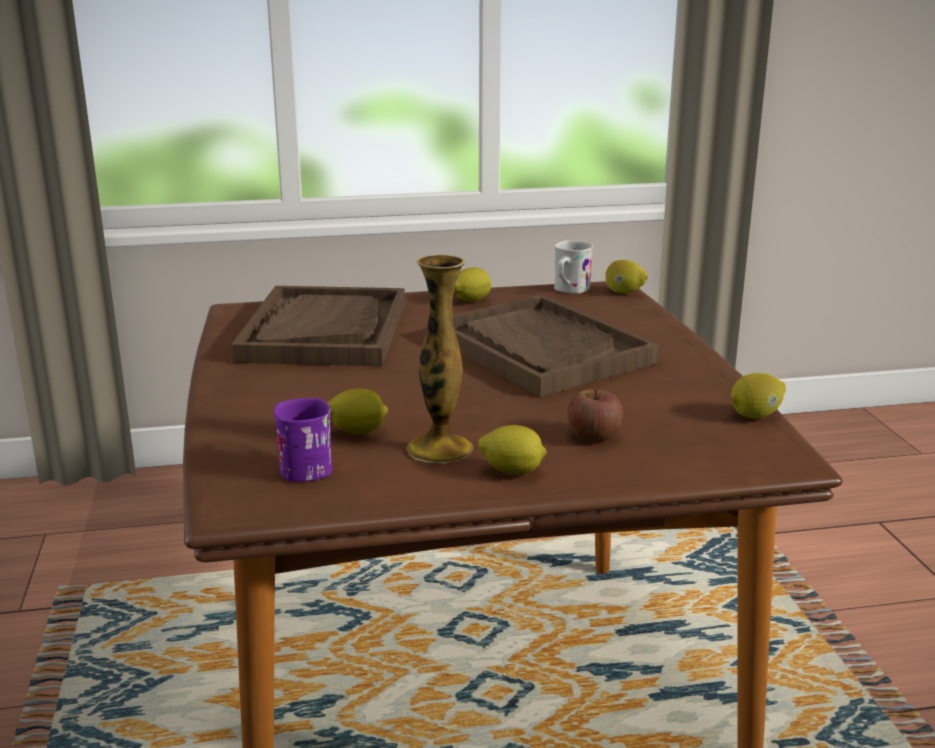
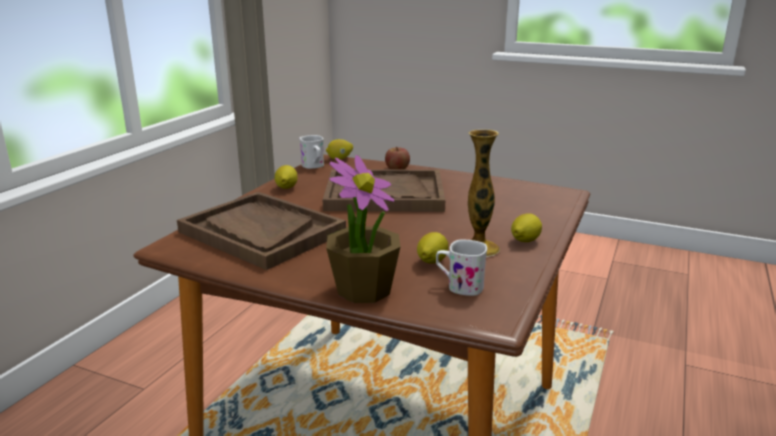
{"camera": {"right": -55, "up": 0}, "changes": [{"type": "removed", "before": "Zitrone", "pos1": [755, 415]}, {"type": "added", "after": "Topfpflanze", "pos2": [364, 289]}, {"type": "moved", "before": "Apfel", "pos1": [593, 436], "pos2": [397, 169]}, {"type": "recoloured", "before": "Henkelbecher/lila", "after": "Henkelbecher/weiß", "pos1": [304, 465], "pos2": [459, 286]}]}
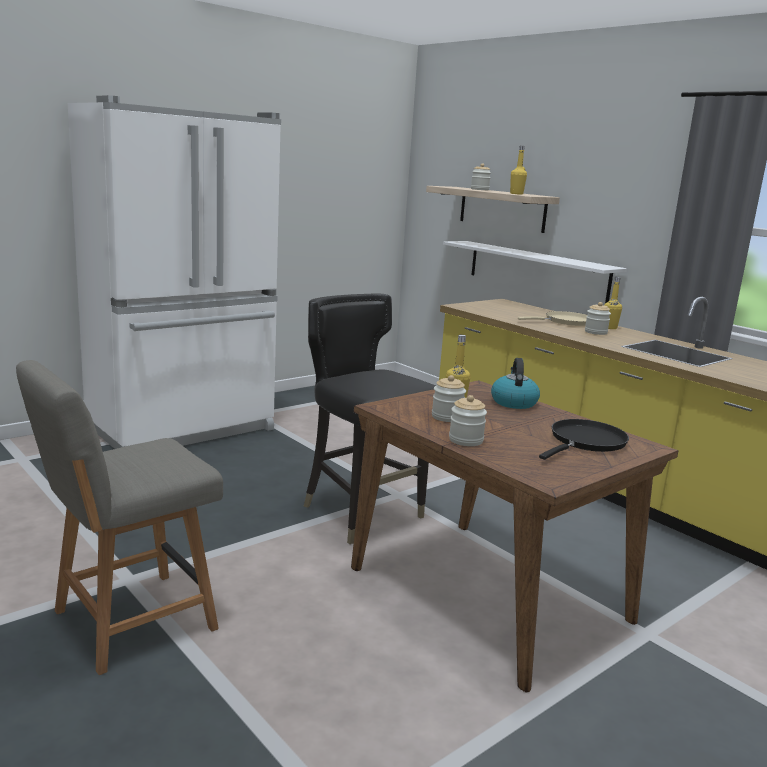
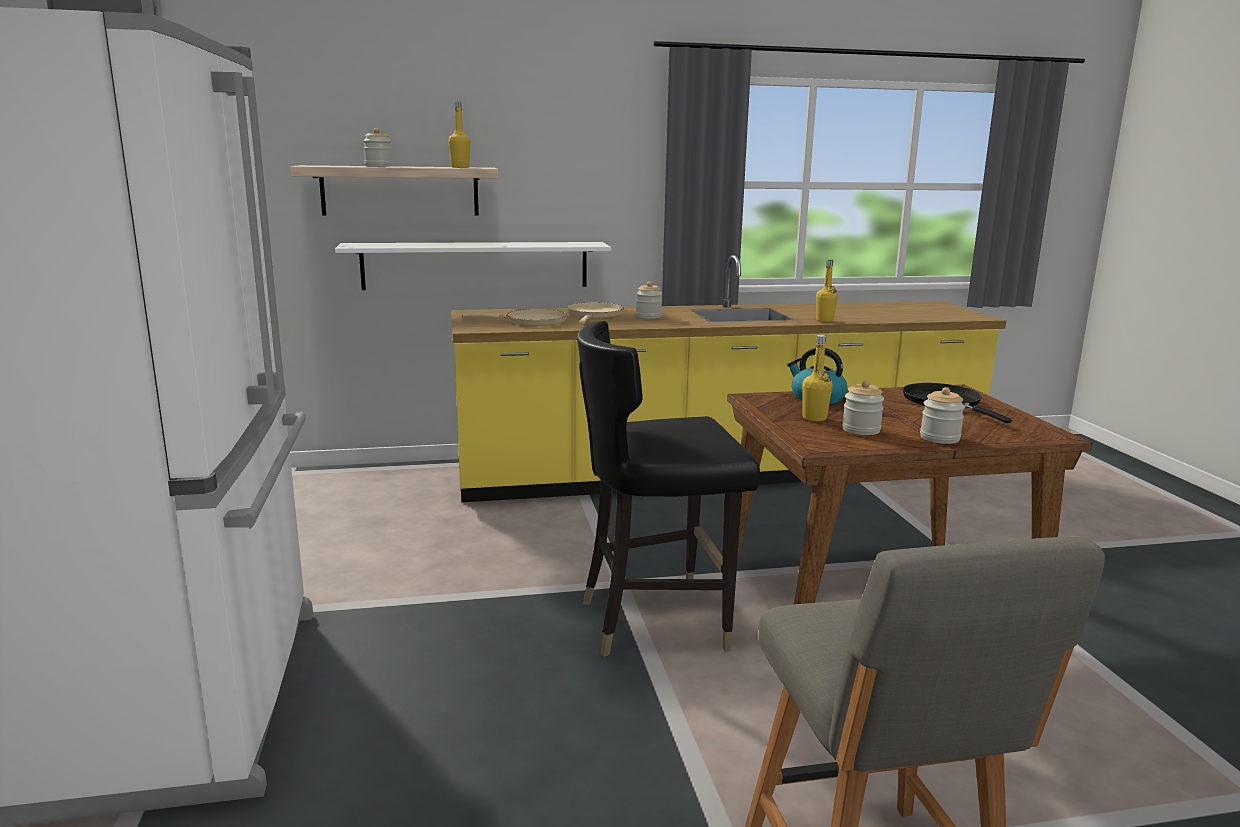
{"camera": {"right": -60, "up": 0}, "changes": [{"type": "added", "after": "Pfanne/beige", "pos2": [531, 321]}, {"type": "moved", "before": "Flasche/gelb", "pos1": [609, 327], "pos2": [824, 320]}]}
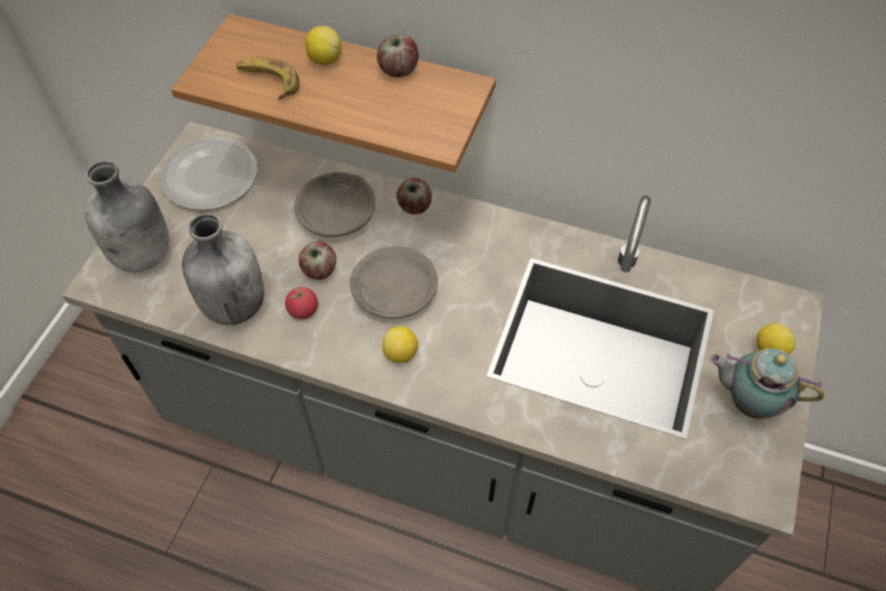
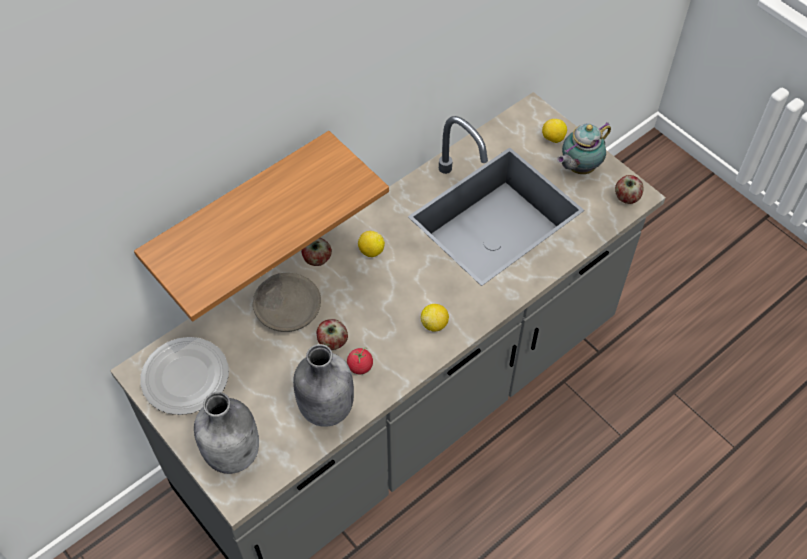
{"camera": {"right": -60, "up": 0}, "changes": [{"type": "removed", "before": "Banane", "pos1": [268, 81]}, {"type": "removed", "before": "Schüssel/grau", "pos1": [393, 292]}, {"type": "moved", "before": "Zitrone", "pos1": [325, 59], "pos2": [371, 251]}, {"type": "moved", "before": "Apfel", "pos1": [398, 70], "pos2": [626, 197]}]}
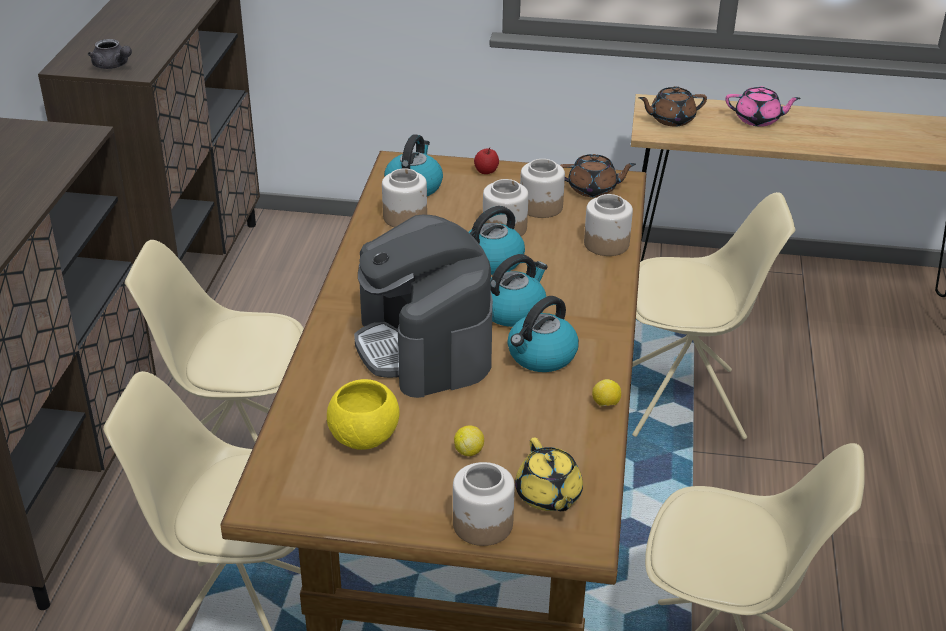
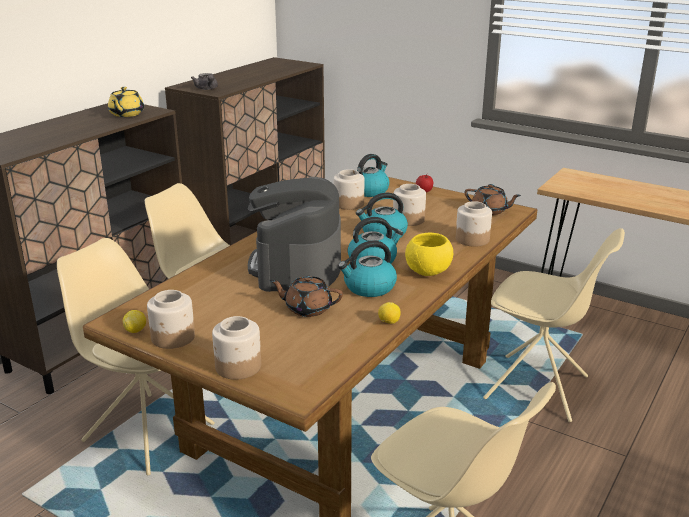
{"camera": {"right": 25, "up": -10}, "changes": [{"type": "removed", "before": "Teekanne/rosa", "pos1": [758, 120]}, {"type": "moved", "before": "Schüssel/gelb", "pos1": [365, 437], "pos2": [429, 272]}, {"type": "moved", "before": "Zitrone", "pos1": [469, 451], "pos2": [136, 330]}, {"type": "moved", "before": "Teekanne/gelb", "pos1": [548, 496], "pos2": [126, 114]}, {"type": "moved", "before": "Vorratsglas", "pos1": [541, 207], "pos2": [173, 337]}, {"type": "moved", "before": "Teekanne/braun", "pos1": [671, 119], "pos2": [307, 309]}]}
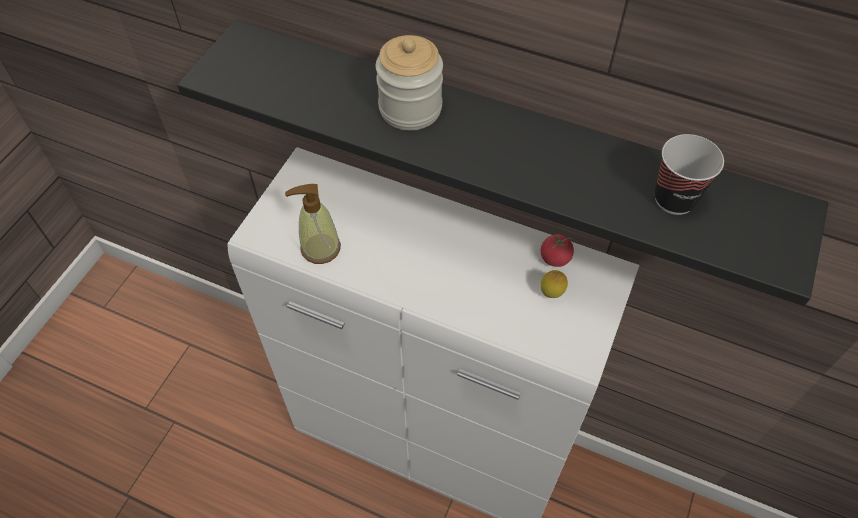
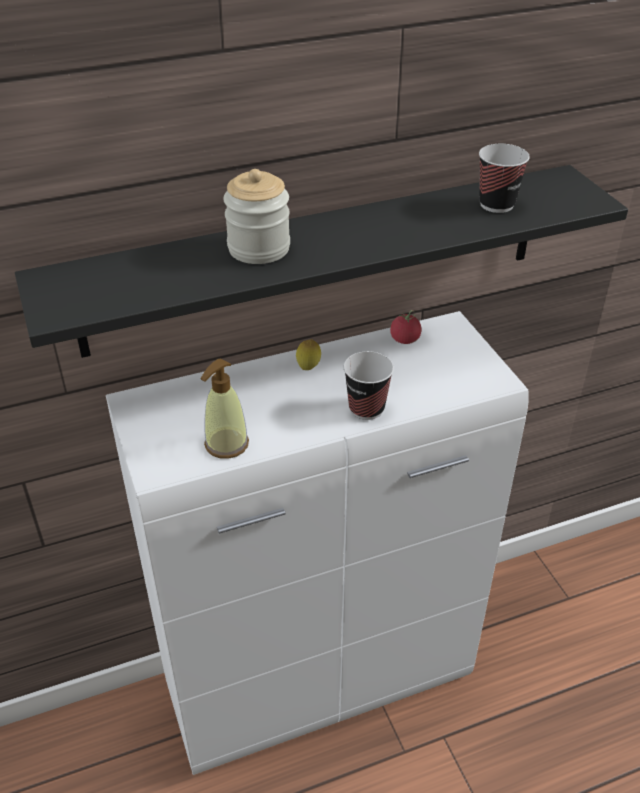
{"camera": {"right": -45, "up": -15}, "changes": [{"type": "added", "after": "Tasse", "pos2": [366, 408]}, {"type": "moved", "before": "Zitrone", "pos1": [551, 294], "pos2": [308, 368]}]}
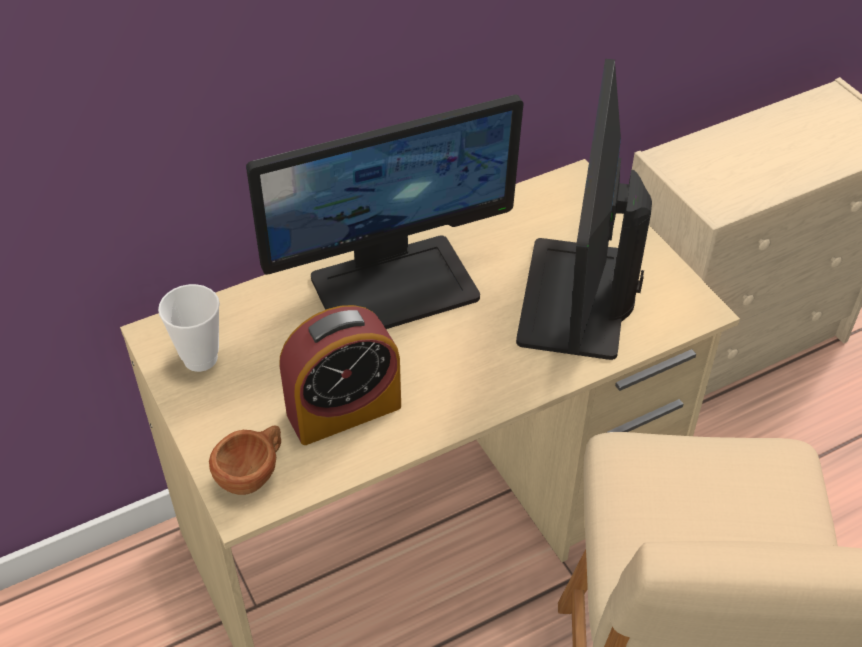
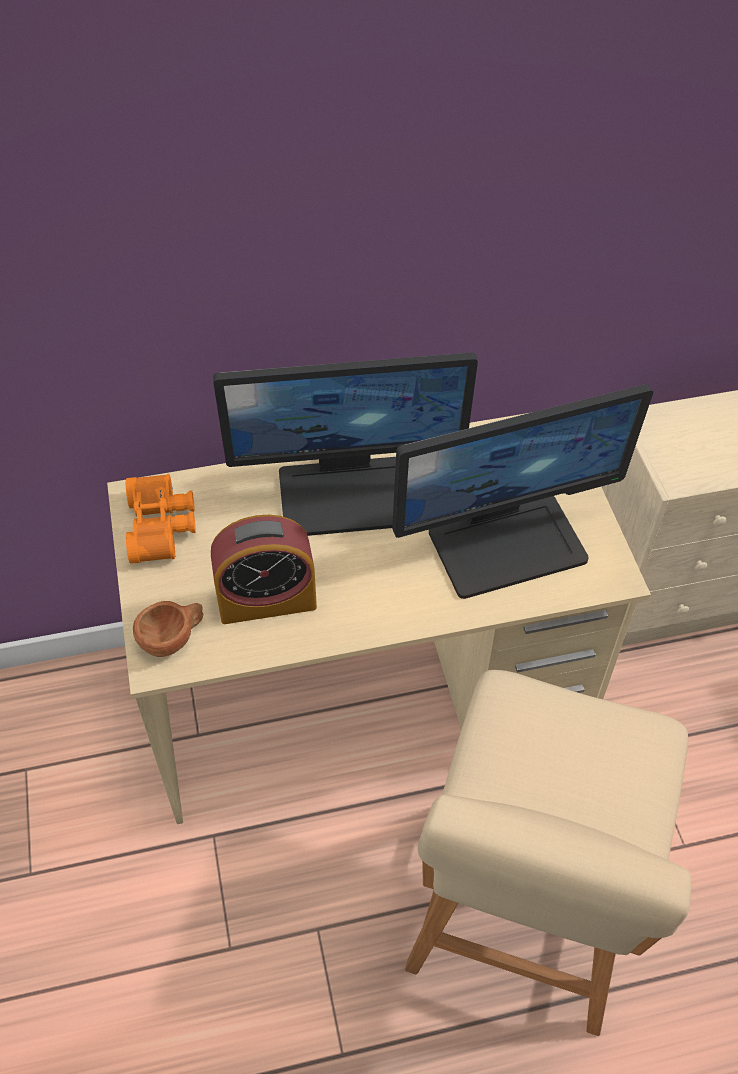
{"camera": {"right": 15, "up": 5}, "changes": [{"type": "replaced", "before": "Tasse", "after": "Fernglas/orange", "pos1": [200, 358], "pos2": [163, 526]}, {"type": "turned", "before": "Monitor", "pos1": [577, 299], "pos2": [507, 543], "turn": -135}]}
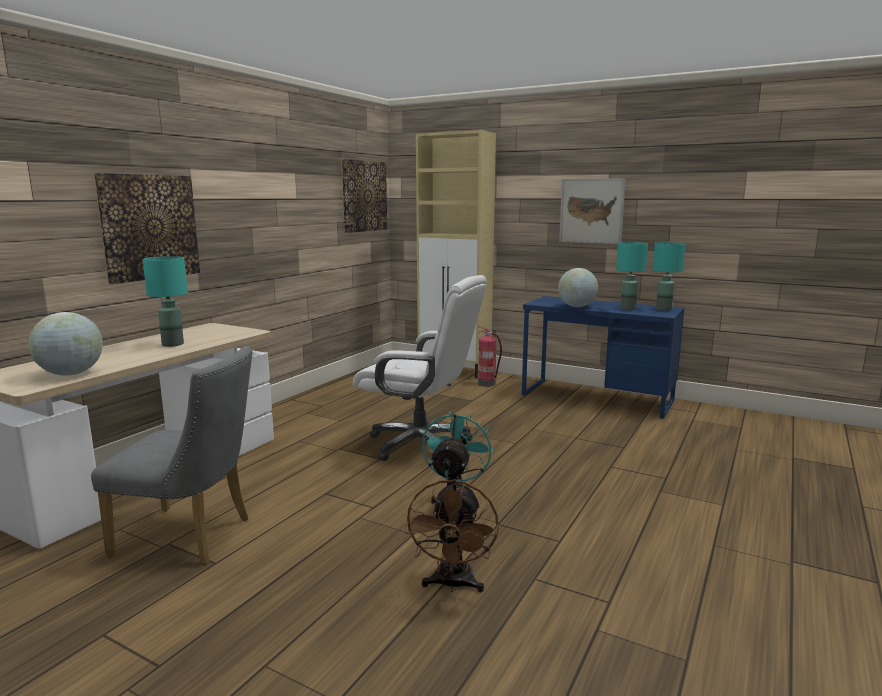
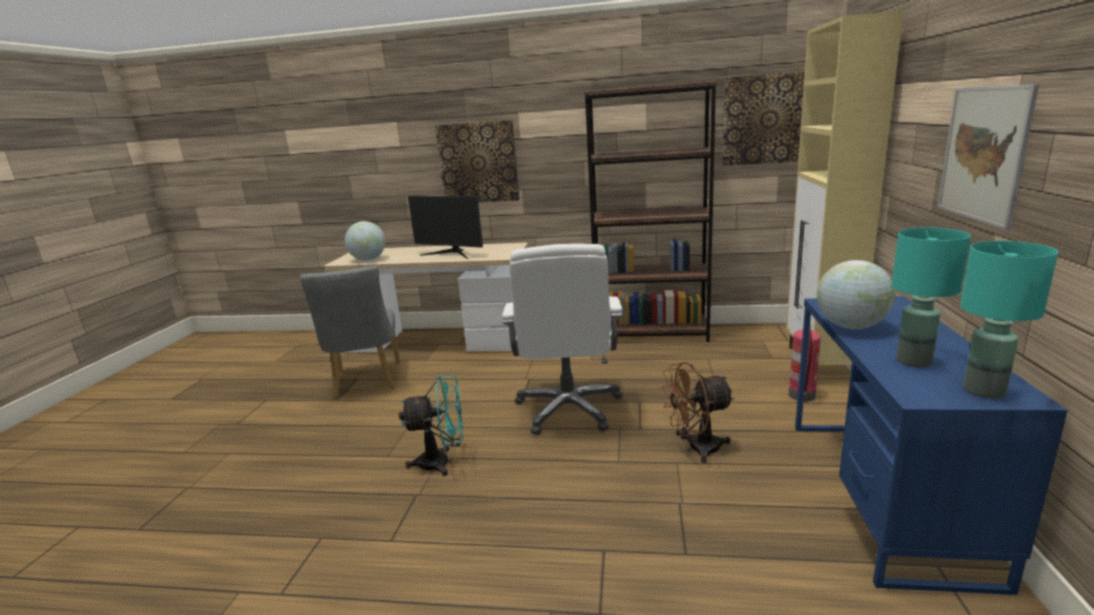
{"camera": {"right": 70, "up": 5}, "changes": [{"type": "added", "after": "Bücherregal/braun", "pos2": [651, 333]}, {"type": "moved", "before": "Ventilator/braun", "pos1": [453, 585], "pos2": [696, 449]}, {"type": "replaced", "before": "Tischlampe/türkis", "after": "Monitor", "pos1": [173, 344], "pos2": [451, 254]}]}
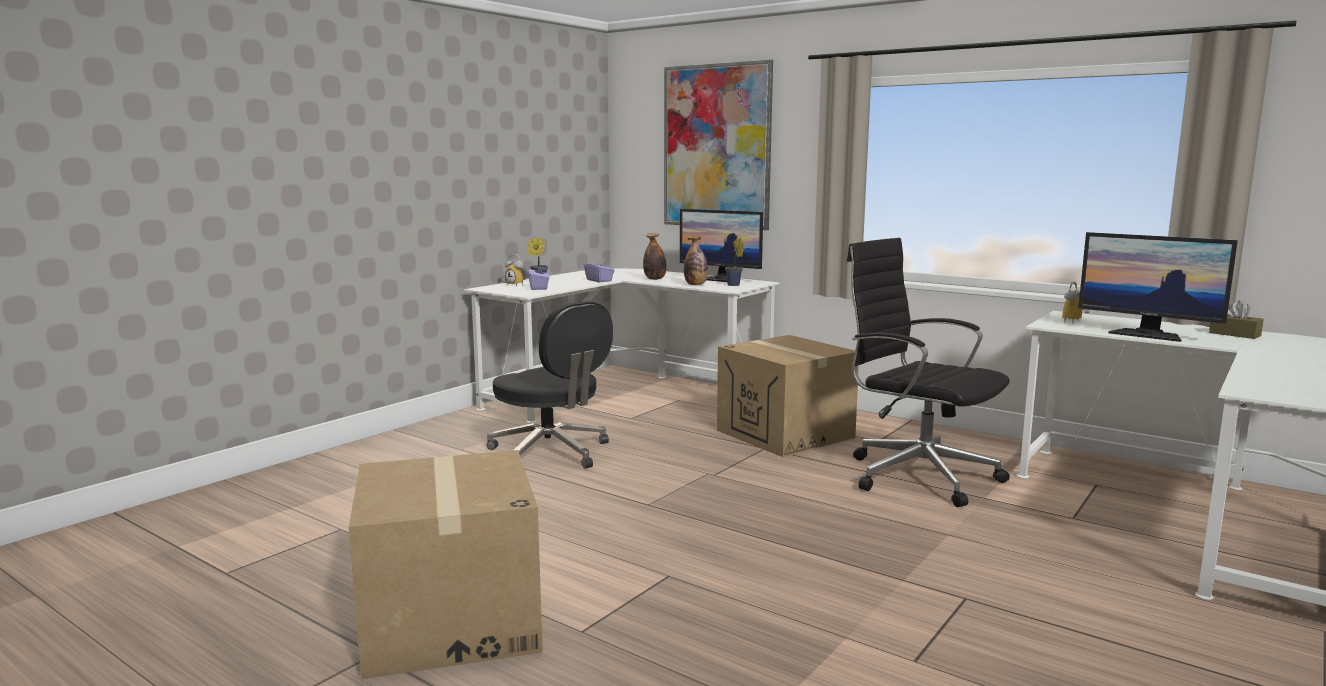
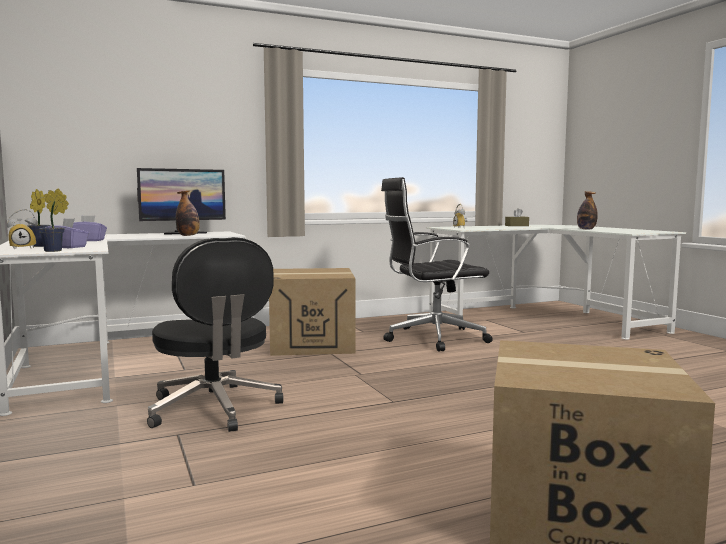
{"camera": {"right": -60, "up": -5}, "changes": [{"type": "removed", "before": "Bild", "pos1": [716, 146]}, {"type": "removed", "before": "Monitor", "pos1": [1147, 334]}, {"type": "moved", "before": "Flasche", "pos1": [655, 279], "pos2": [586, 229]}, {"type": "moved", "before": "Topfpflanze", "pos1": [734, 285], "pos2": [55, 251]}, {"type": "turned", "before": "Bürostuhl/schwarz", "pos1": [551, 453], "pos2": [214, 409], "turn": 75}]}
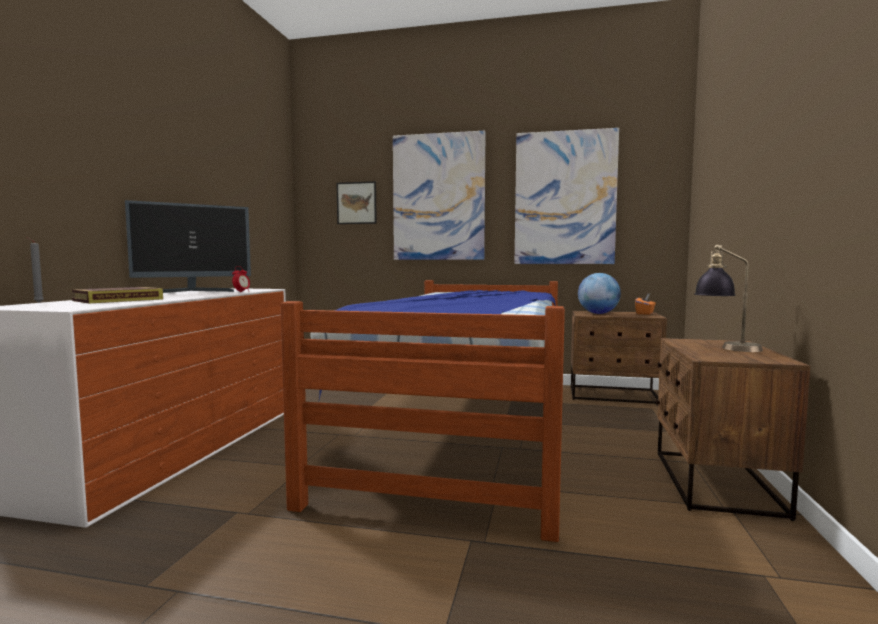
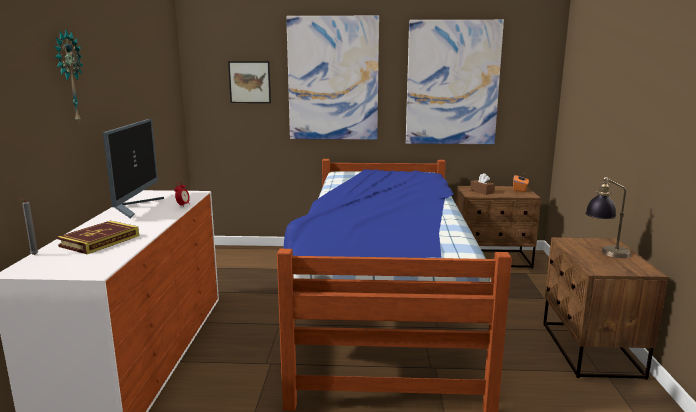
{"camera": {"right": -10, "up": 10}, "changes": [{"type": "added", "after": "Wanduhr", "pos2": [68, 77]}, {"type": "replaced", "before": "Globus", "after": "Taschentuchbox/braun", "pos1": [598, 313], "pos2": [482, 191]}, {"type": "turned", "before": "Monitor", "pos1": [193, 291], "pos2": [135, 207], "turn": -45}]}
